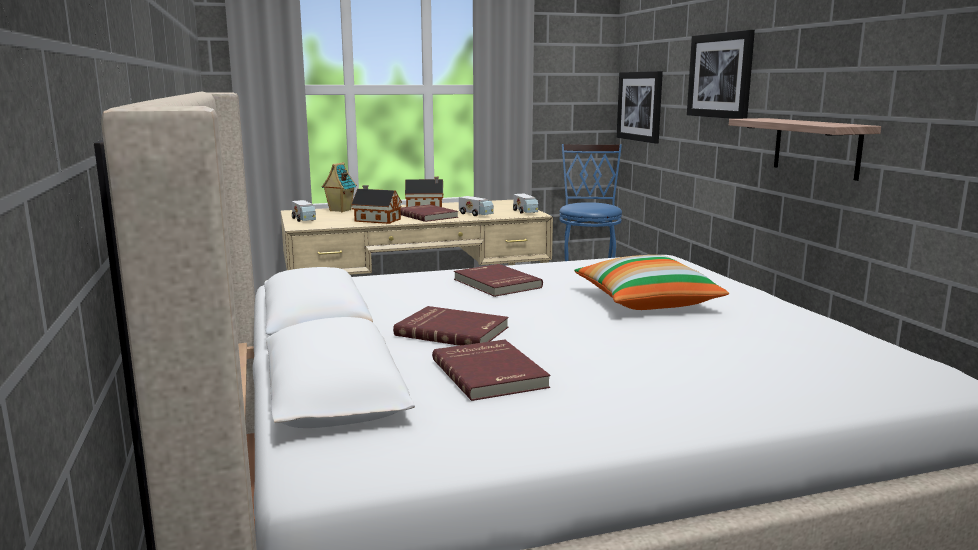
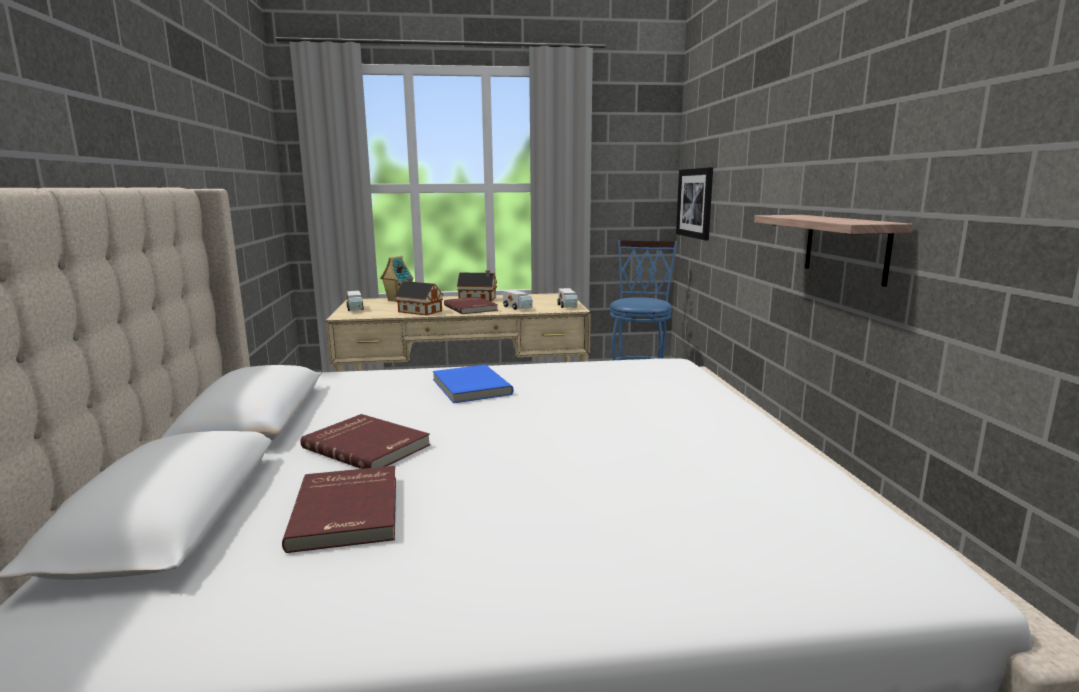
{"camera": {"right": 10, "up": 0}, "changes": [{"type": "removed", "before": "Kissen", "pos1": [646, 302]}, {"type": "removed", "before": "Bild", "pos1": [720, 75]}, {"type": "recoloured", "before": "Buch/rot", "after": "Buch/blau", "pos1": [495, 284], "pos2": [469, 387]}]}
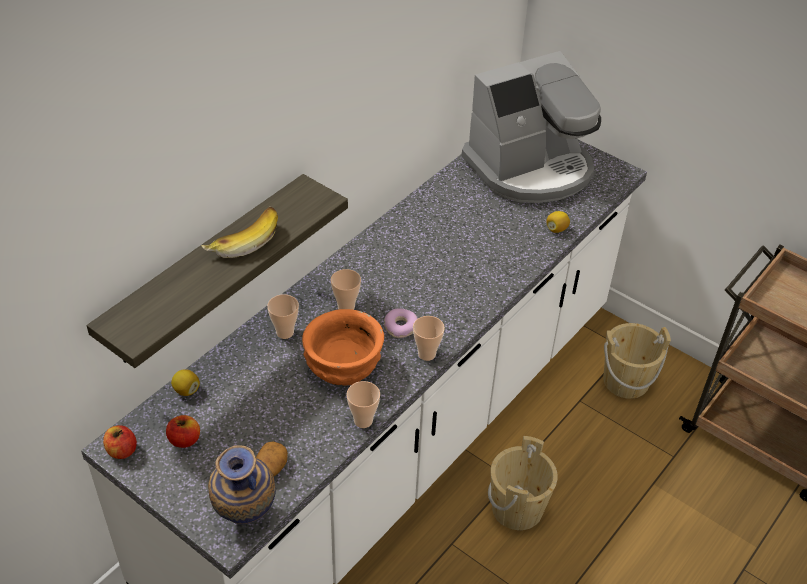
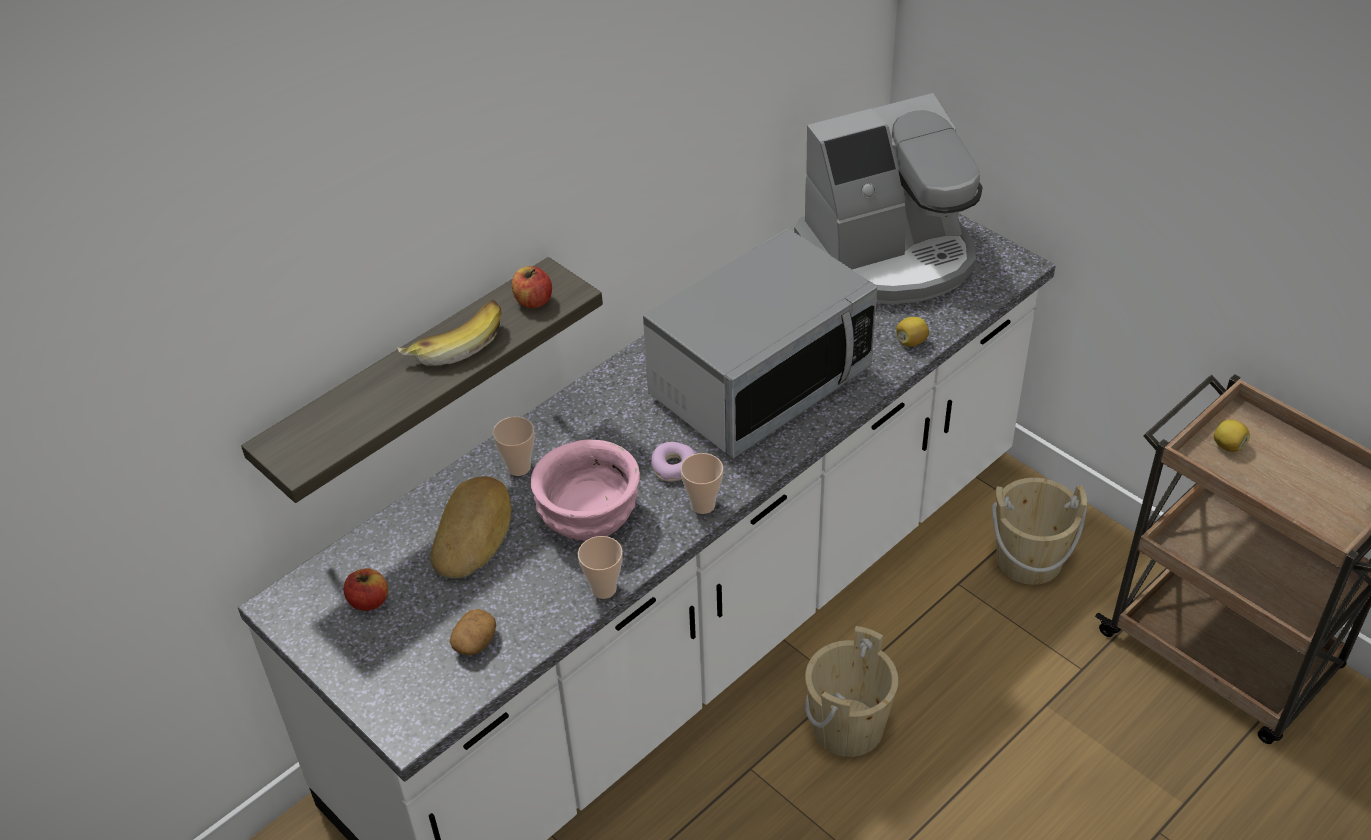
{"camera": {"right": 10, "up": 0}, "changes": [{"type": "removed", "before": "Vase", "pos1": [245, 518]}, {"type": "removed", "before": "Tasse", "pos1": [346, 306]}, {"type": "added", "after": "Brot", "pos2": [474, 533]}, {"type": "added", "after": "Mikrowelle", "pos2": [759, 383]}, {"type": "moved", "before": "Apfel", "pos1": [122, 451], "pos2": [533, 301]}, {"type": "moved", "before": "Zitrone", "pos1": [186, 390], "pos2": [1228, 446]}, {"type": "recoloured", "before": "Schüssel/orange", "after": "Schüssel/rosa", "pos1": [342, 367], "pos2": [587, 517]}]}
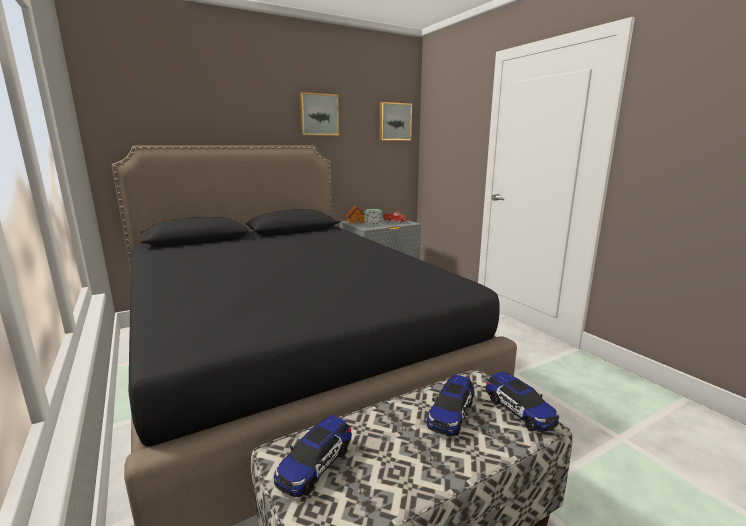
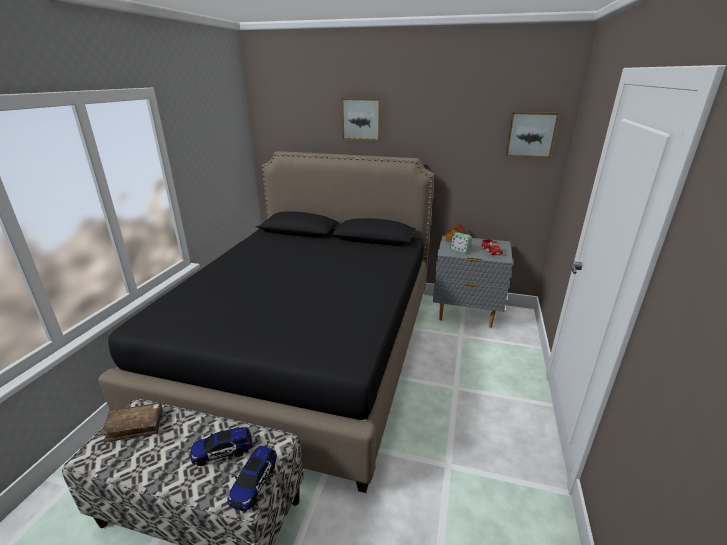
{"camera": {"right": 45, "up": 10}, "changes": [{"type": "moved", "before": "Bild", "pos1": [318, 114], "pos2": [362, 119]}, {"type": "replaced", "before": "Spielzeugauto", "after": "Buch/braun", "pos1": [315, 465], "pos2": [135, 426]}]}
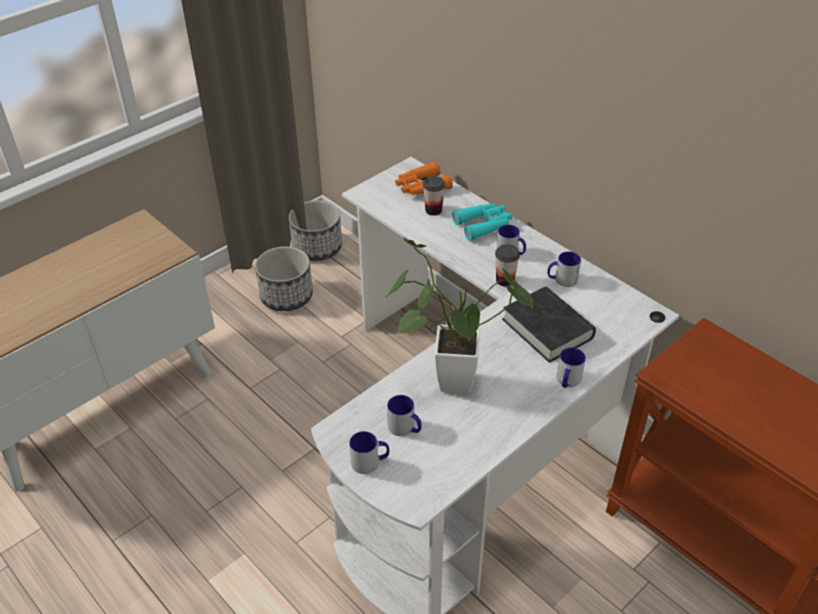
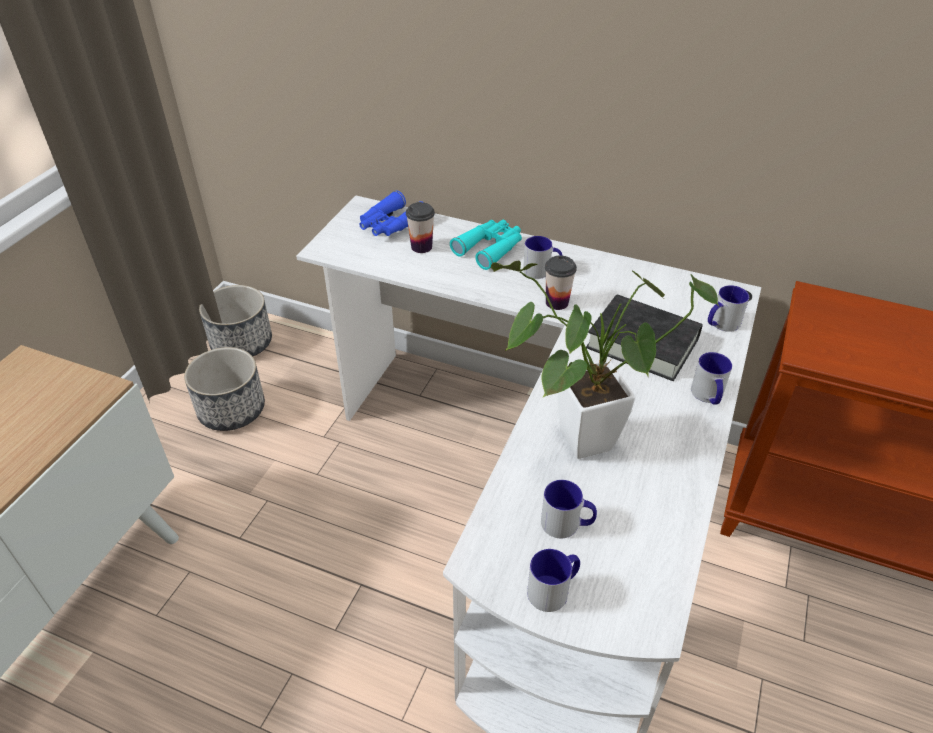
{"camera": {"right": -25, "up": 0}, "changes": [{"type": "moved", "before": "Henkelbecher", "pos1": [561, 280], "pos2": [721, 324]}, {"type": "recoloured", "before": "Fernglas/orange", "after": "Fernglas/blau", "pos1": [421, 187], "pos2": [390, 225]}]}
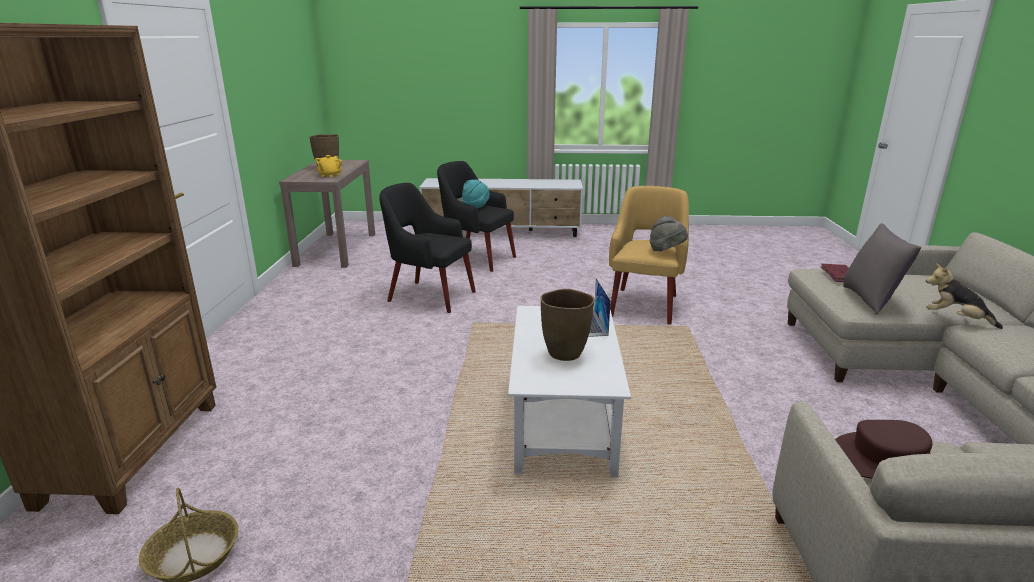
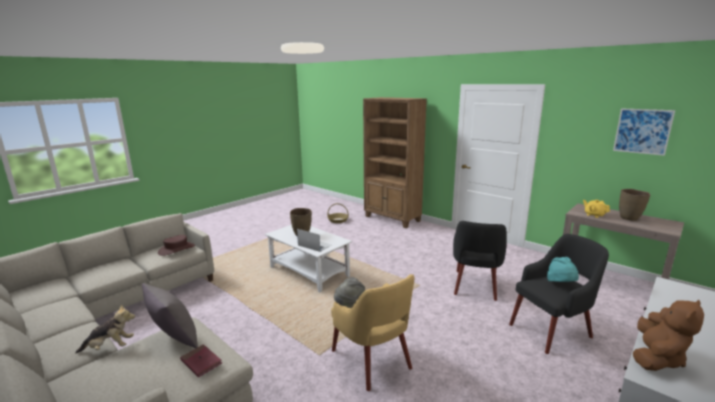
{"camera": {"right": 130, "up": -5}, "changes": [{"type": "added", "after": "Bild", "pos2": [642, 131]}, {"type": "added", "after": "Plüschtier/braun", "pos2": [656, 358]}, {"type": "turned", "before": "Sessel/schwarz", "pos1": [429, 296], "pos2": [475, 285], "turn": 135}]}
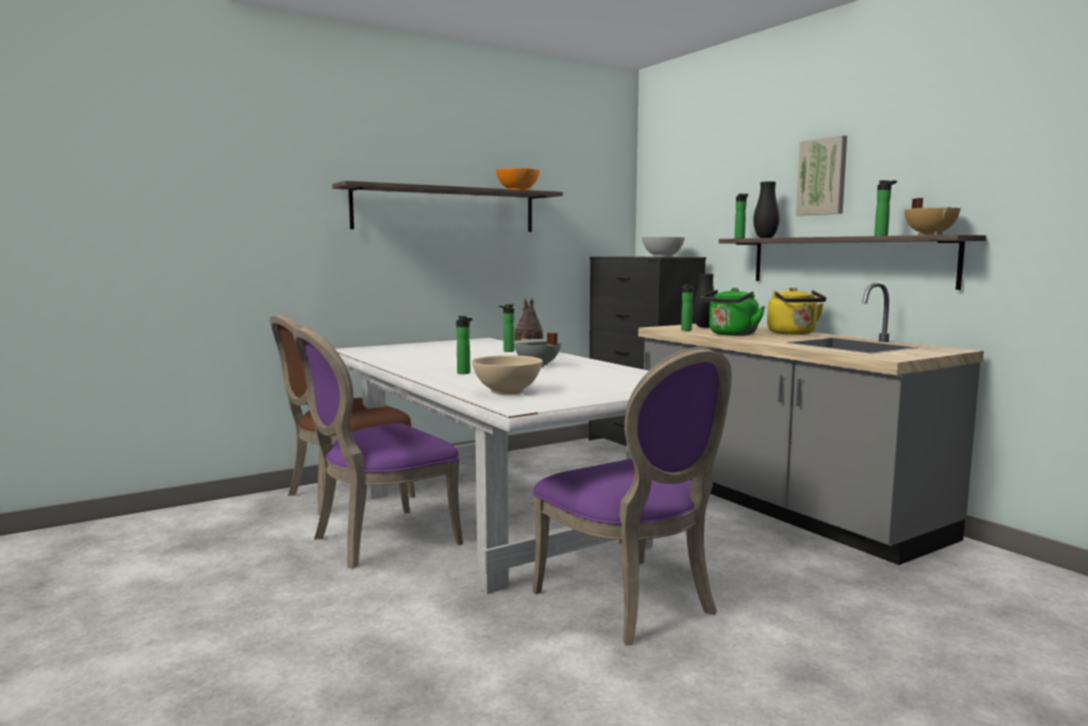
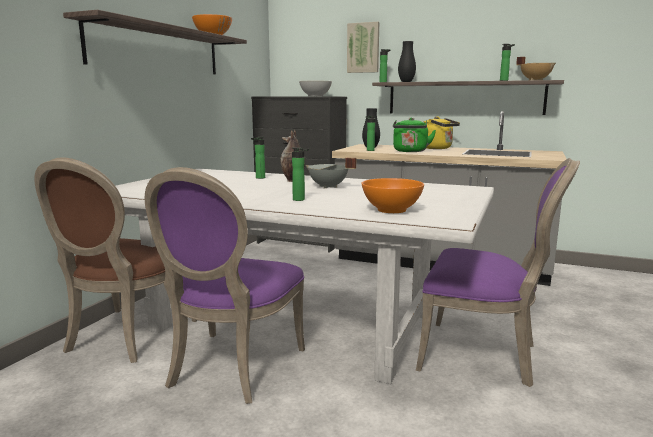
{"camera": {"right": -35, "up": 5}, "changes": [{"type": "moved", "before": "Bild", "pos1": [823, 177], "pos2": [363, 48]}, {"type": "recoloured", "before": "Schüssel/beige", "after": "Schüssel/orange", "pos1": [507, 391], "pos2": [392, 210]}]}
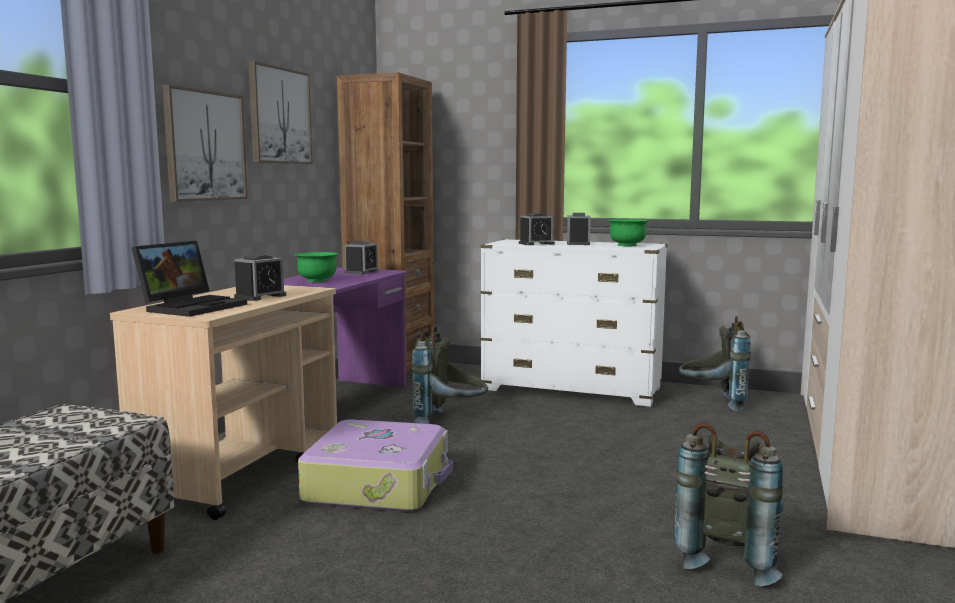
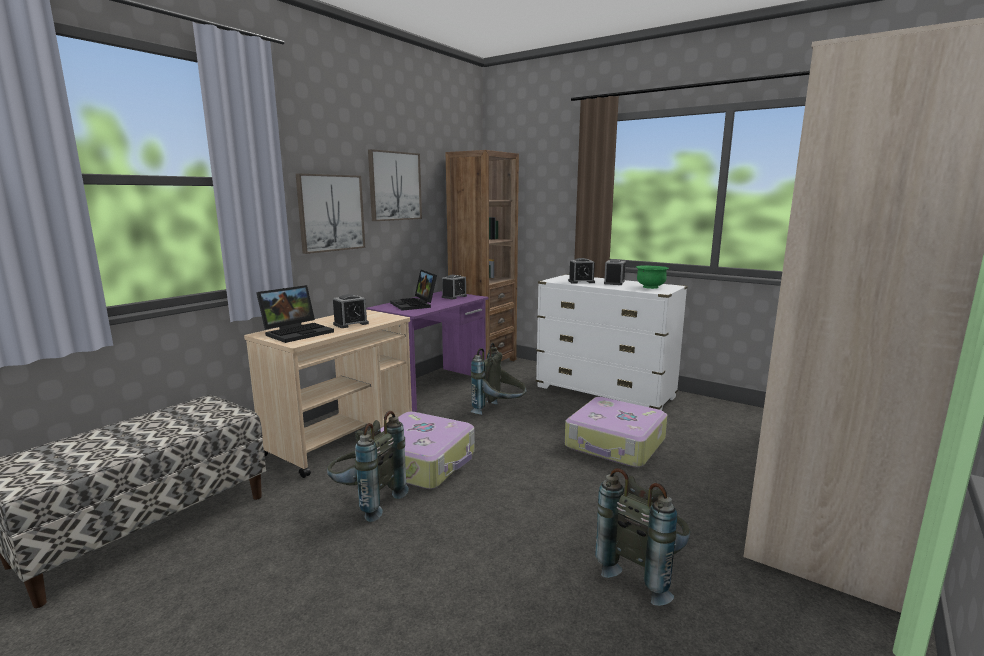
{"camera": {"right": 15, "up": 5}, "changes": [{"type": "added", "after": "Koffer", "pos2": [615, 444]}, {"type": "moved", "before": "Rucksack/grau", "pos1": [713, 403], "pos2": [366, 502]}, {"type": "replaced", "before": "Schüssel/grün", "after": "Laptop", "pos1": [317, 281], "pos2": [415, 305]}]}
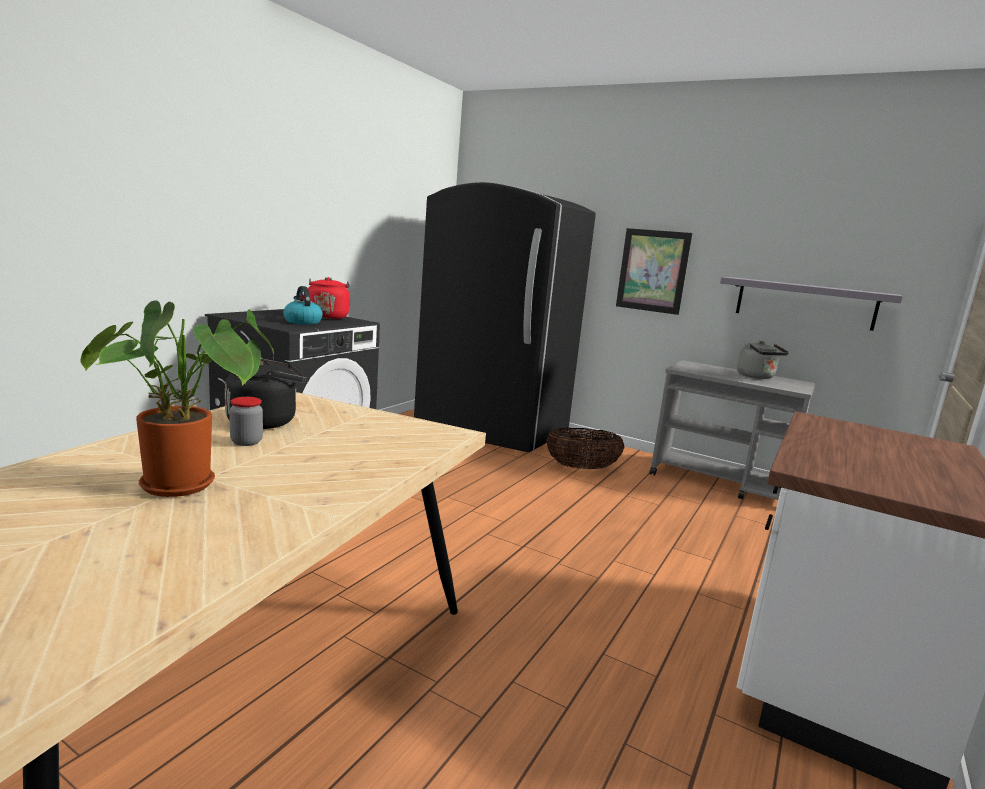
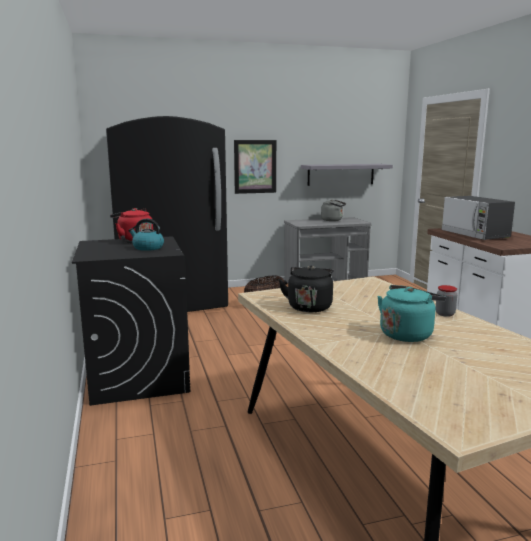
{"camera": {"right": -45, "up": 0}, "changes": [{"type": "added", "after": "Mikrowelle", "pos2": [475, 235]}, {"type": "moved", "before": "Vorratsglas", "pos1": [246, 442], "pos2": [445, 314]}, {"type": "replaced", "before": "Topfpflanze", "after": "Wasserkessel/türkis", "pos1": [187, 485], "pos2": [407, 334]}]}
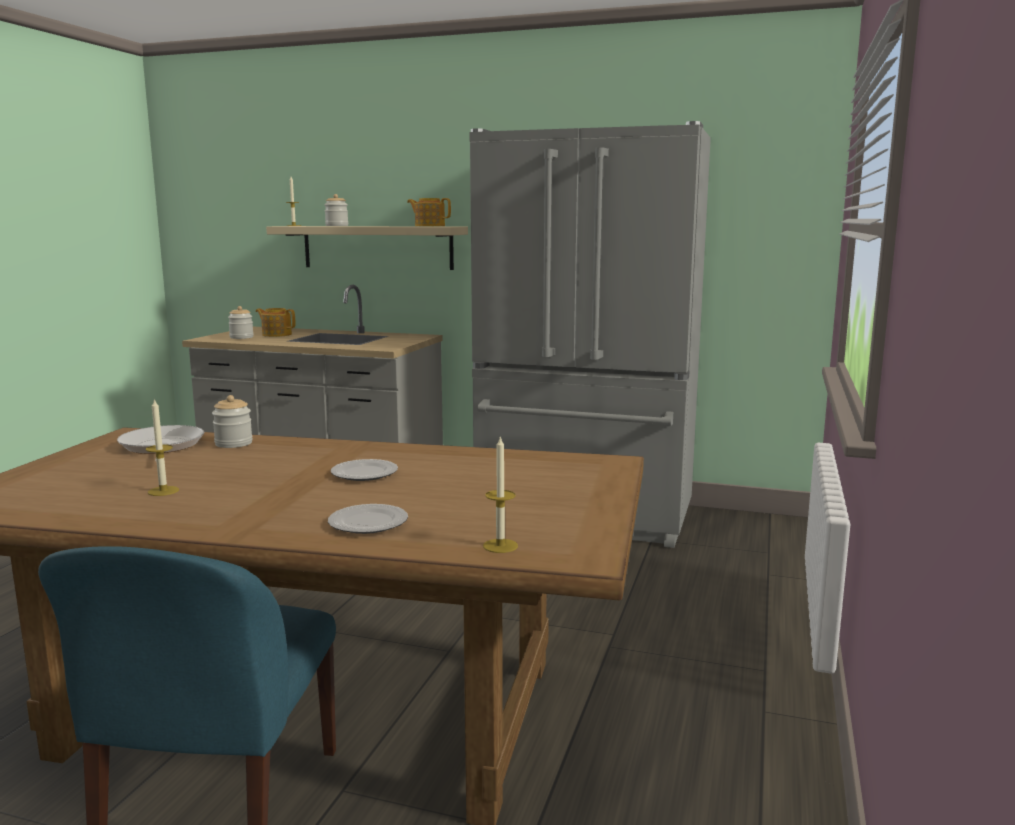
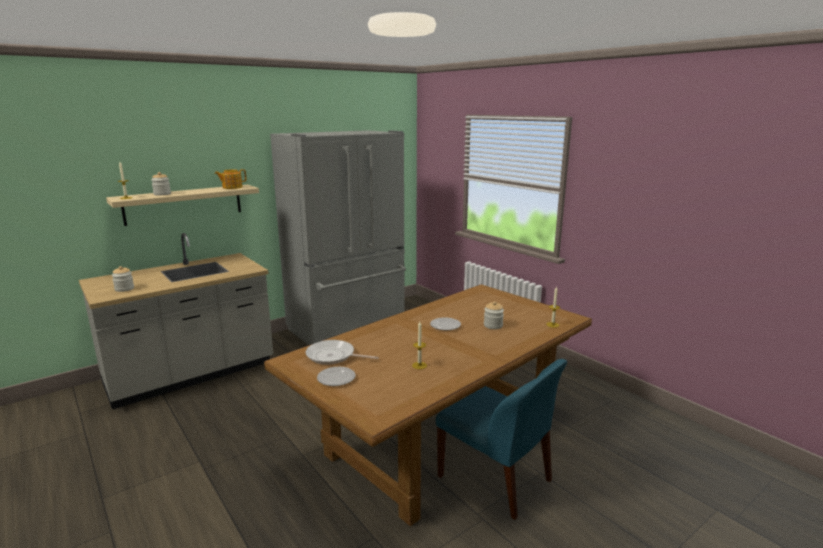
{"camera": {"right": -55, "up": 5}, "changes": [{"type": "removed", "before": "Teekanne", "pos1": [276, 334]}, {"type": "moved", "before": "Vorratsglas", "pos1": [233, 443], "pos2": [493, 325]}, {"type": "moved", "before": "Teller", "pos1": [367, 523], "pos2": [336, 378]}]}
